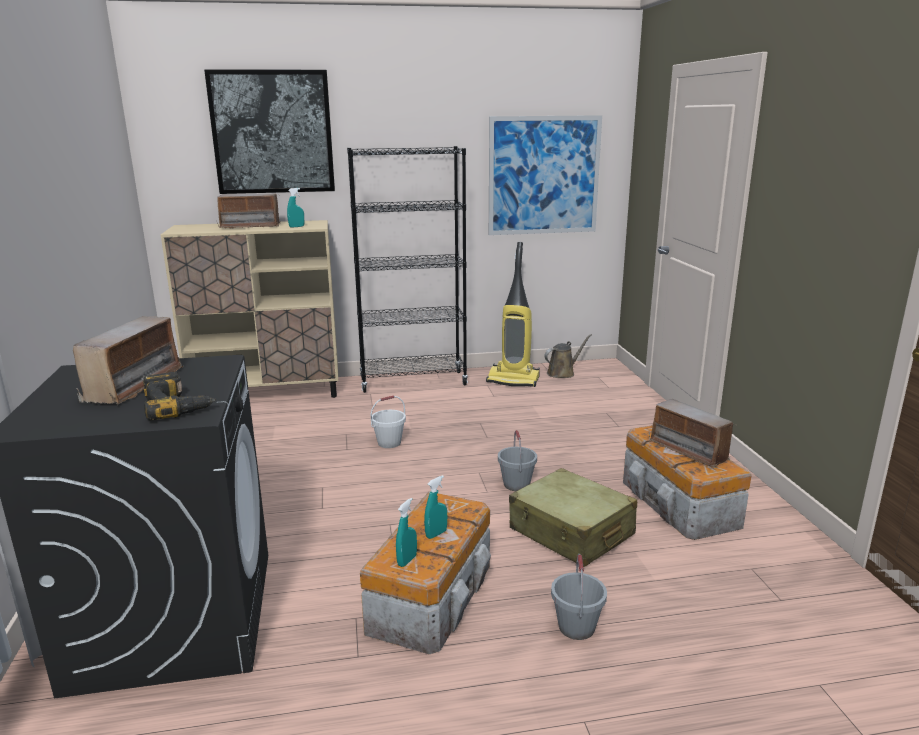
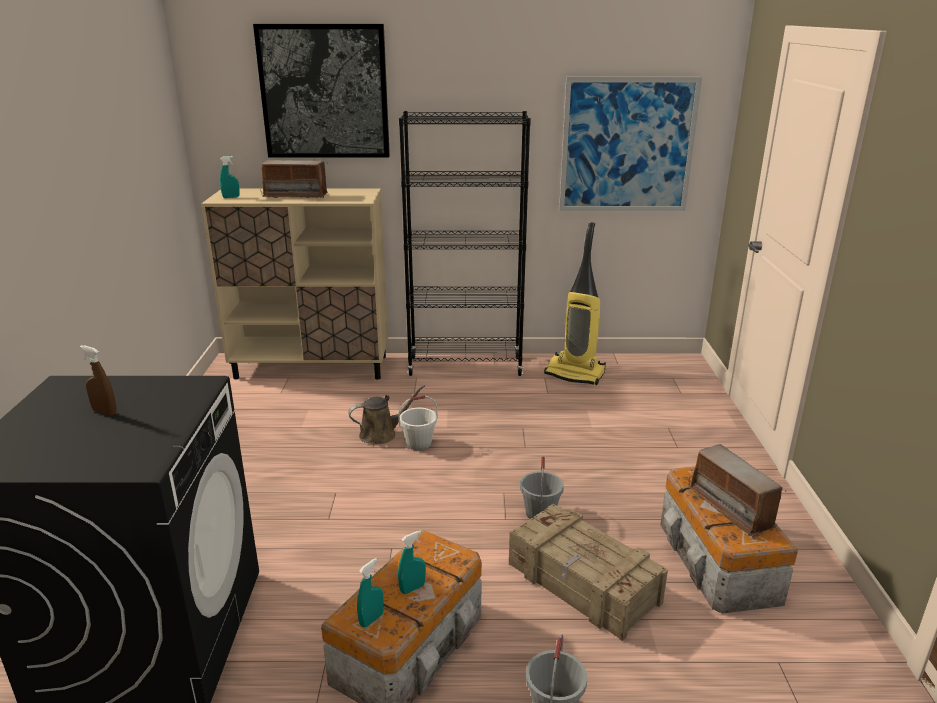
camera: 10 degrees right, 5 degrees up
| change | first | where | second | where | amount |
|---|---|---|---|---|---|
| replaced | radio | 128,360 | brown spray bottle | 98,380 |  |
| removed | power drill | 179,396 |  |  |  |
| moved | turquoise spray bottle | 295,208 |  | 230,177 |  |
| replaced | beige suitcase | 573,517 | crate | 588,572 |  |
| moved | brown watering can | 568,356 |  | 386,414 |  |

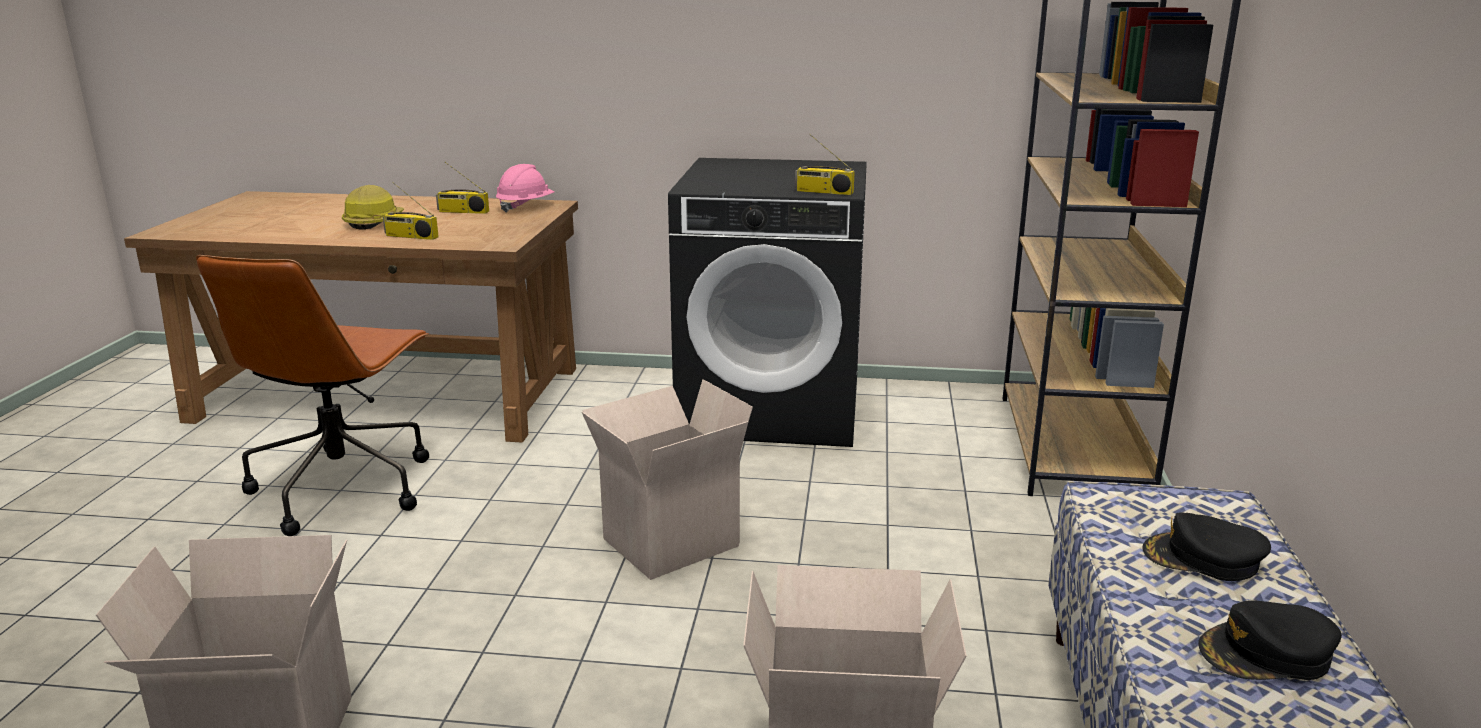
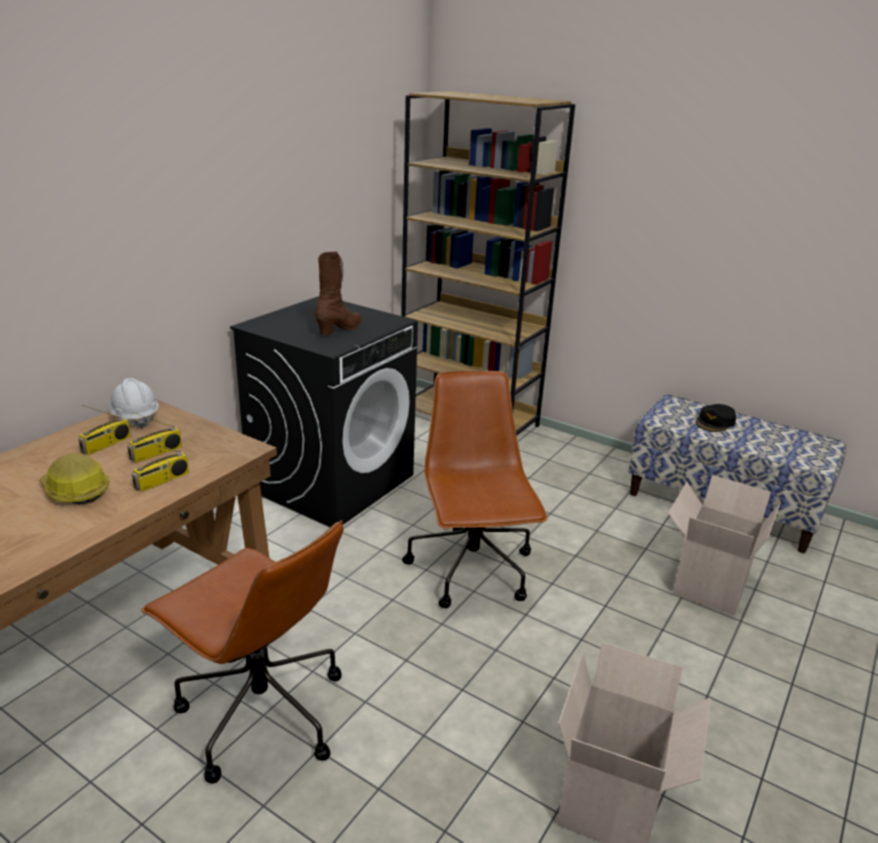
camera: 65 degrees left, 5 degrees up
| change | first | where | second | where | amount |
|---|---|---|---|---|---|
| recoloured | pink hard hat | 525,188 | white hard hat | 134,403 |  |
| replaced | cardboard box | 667,479 | brown office chair | 474,489 |  |
| moved | radio | 825,164 |  | 154,437 |  |
| removed | black cap | 1270,640 |  |  |  |
| added |  |  | brown boot | 338,293 |  |

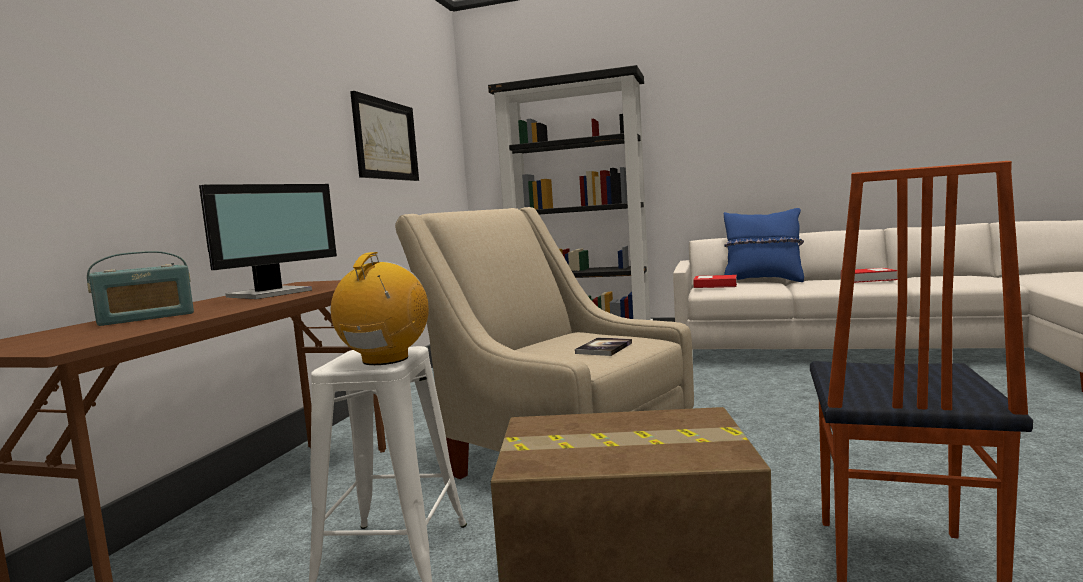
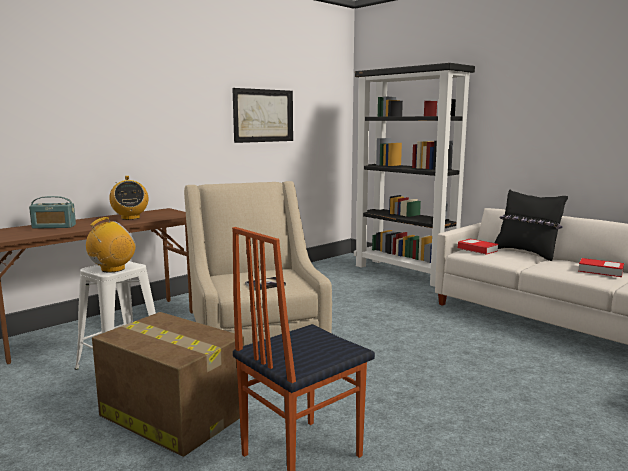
camera: 30 degrees right, 5 degrees up
| change | first | where | second | where | amount |
|---|---|---|---|---|---|
| replaced | monitor | 268,241 | radio | 128,198 |  |
| recoloured | blue pillow | 764,245 | black pillow | 531,225 |  |

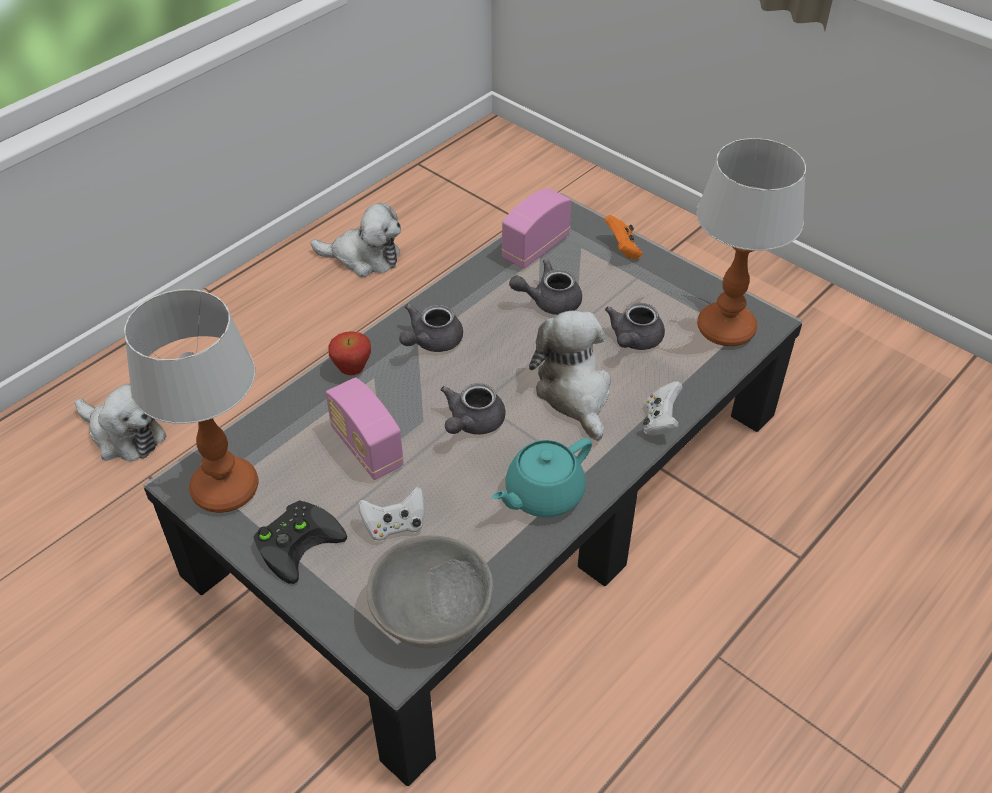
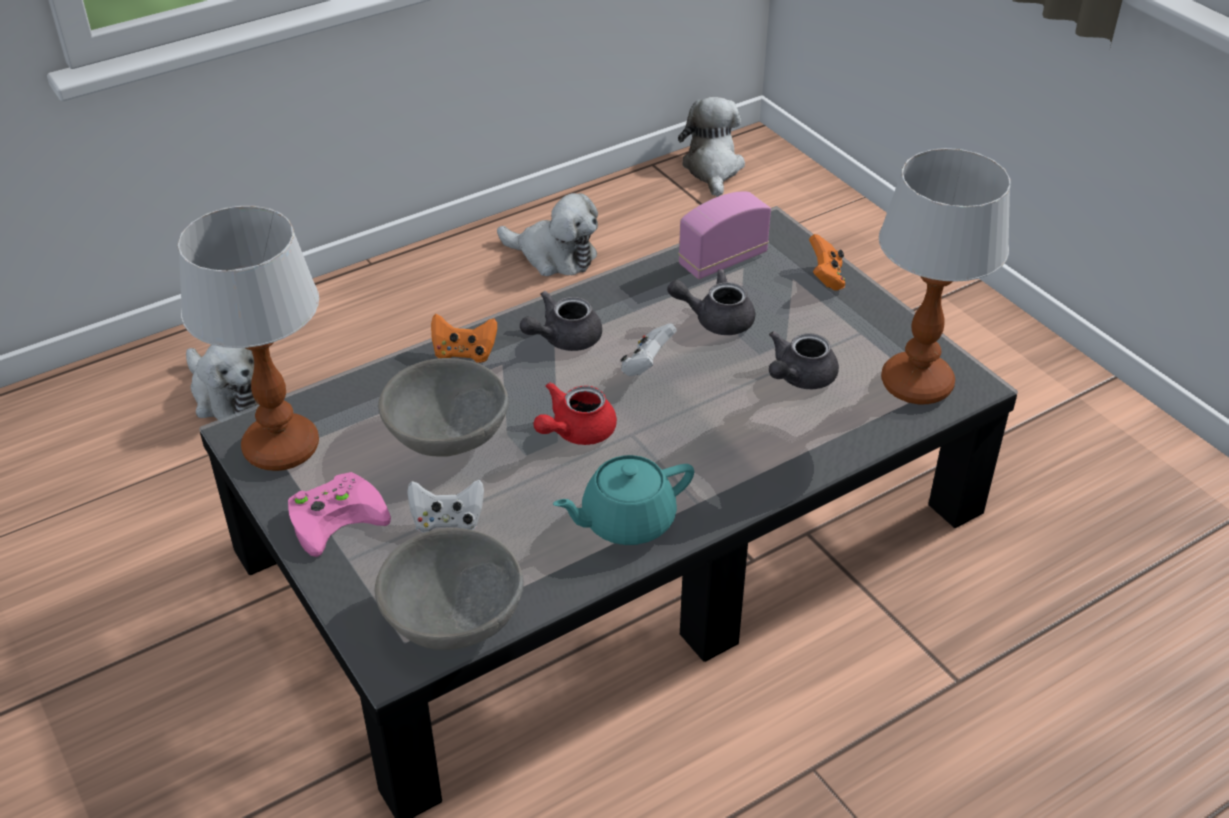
camera: 15 degrees right, 5 degrees down
| change | first | where | second | where | amount |
|---|---|---|---|---|---|
| recoloured | black game controller | 300,542 | pink game controller | 339,514 |  |
| replaced | radio | 365,429 | grey bowl | 443,407 |  |
| replaced | apple | 350,353 | orange game controller | 464,338 |  |
| recoloured | grey teapot | 472,409 | red teapot | 575,413 |  |
| moved | plush toy | 570,376 |  | 711,147 |  |
| moved | white game controller | 662,408 |  | 648,349 |  |

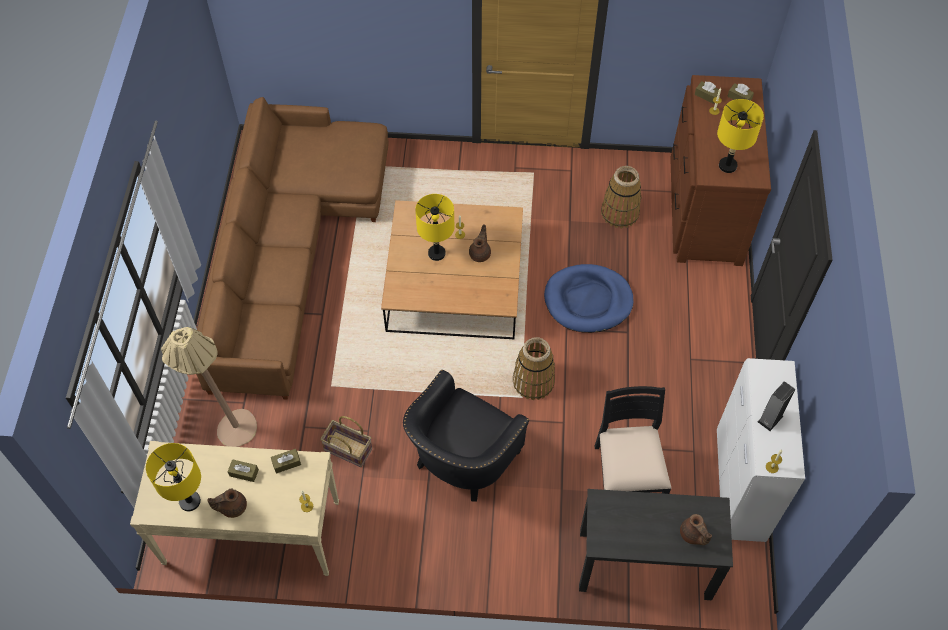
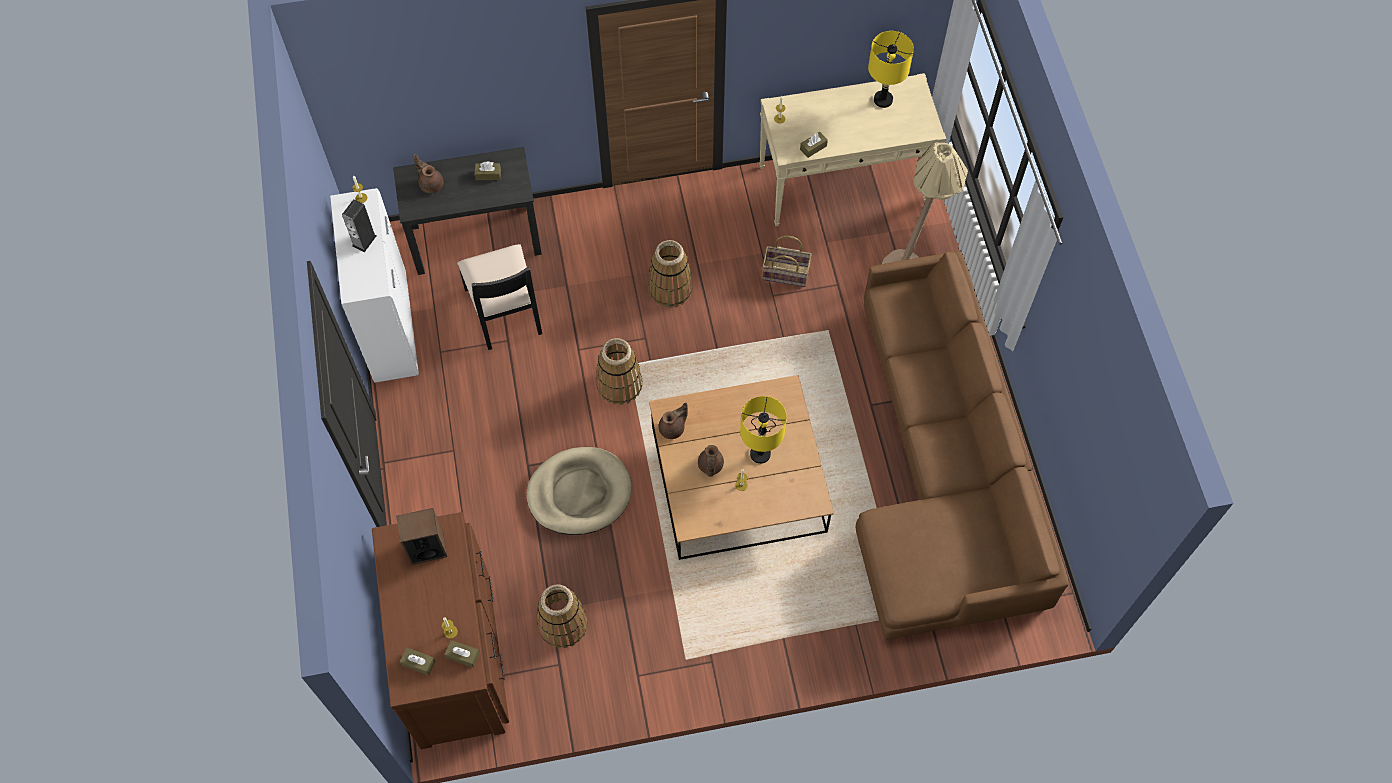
camera: 165 degrees right, 5 degrees up
| change | first | where | second | where | amount |
|---|---|---|---|---|---|
| moved | brown teapot | 227,503 |  | 673,421 |  |
| moved | brown tissue box | 243,470 |  | 488,170 |  |
| replaced | black armchair | 466,436 | basket | 670,274 |  |
| recoloured | blue dog bed | 589,298 | beige dog bed | 579,491 |  |
| replaced | yellow table lamp | 740,136 | speaker | 421,536 |  |

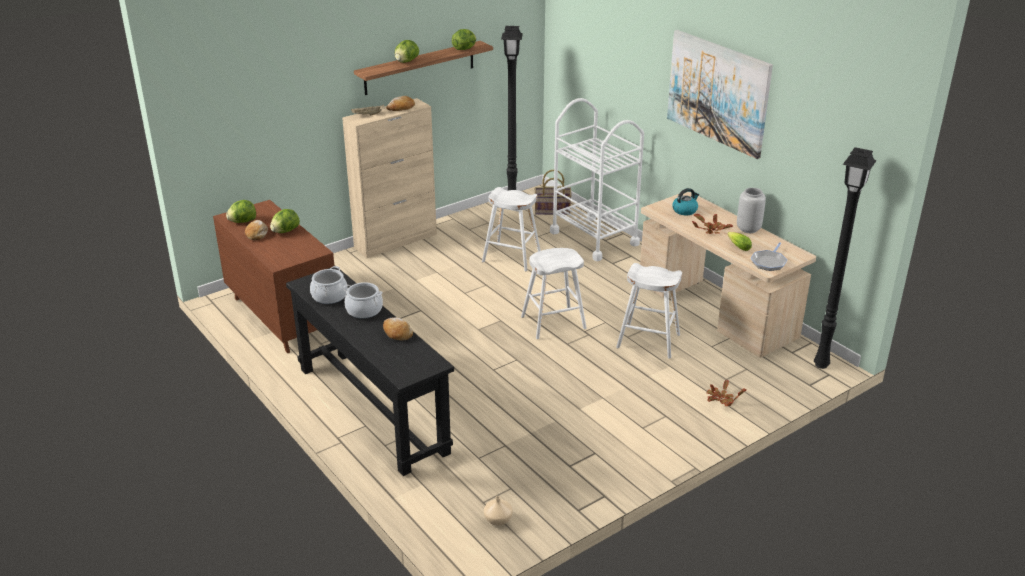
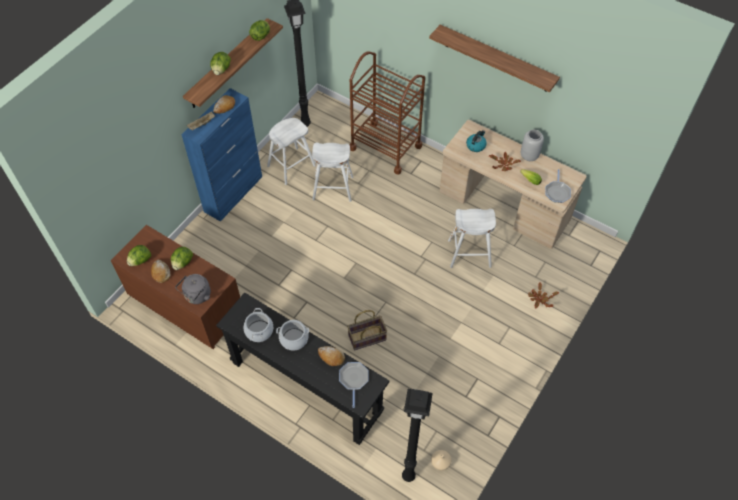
camera: 20 degrees left, 25 degrees up
| change | first | where | second | where | amount |
|---|---|---|---|---|---|
| recoloured | beige cabinet | 389,178 | blue cabinet | 221,155 |  |
| moved | white stool | 554,293 |  | 291,151 |  |
| moved | basket | 553,192 |  | 367,330 |  |
| recoloured | white cart | 597,179 | brown cart | 387,113 |  |
| replaced | picture | 720,94 | shelf | 494,58 |  |
| moved | black floor lamp | 845,258 |  | 417,435 |  |
| added |  |  | grey kettle | 193,289 |  |
| added |  |  | frying pan | 354,385 |  |

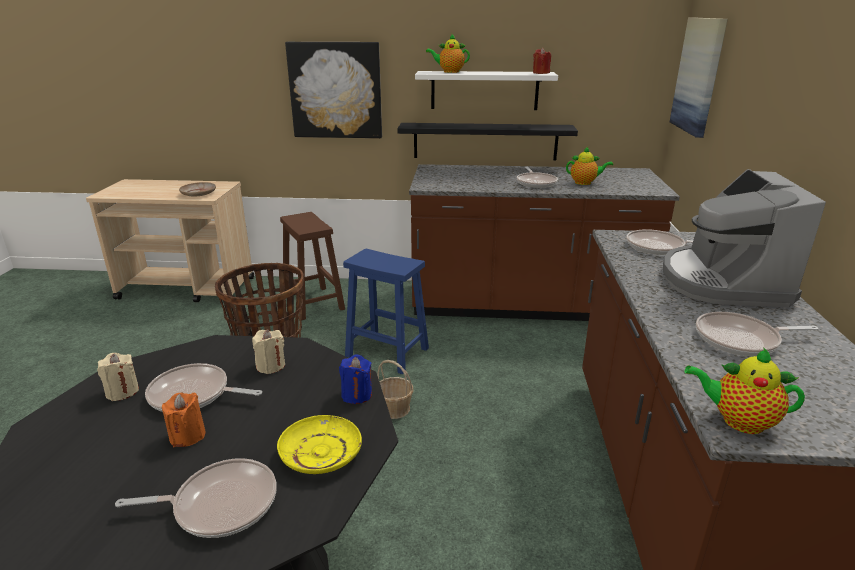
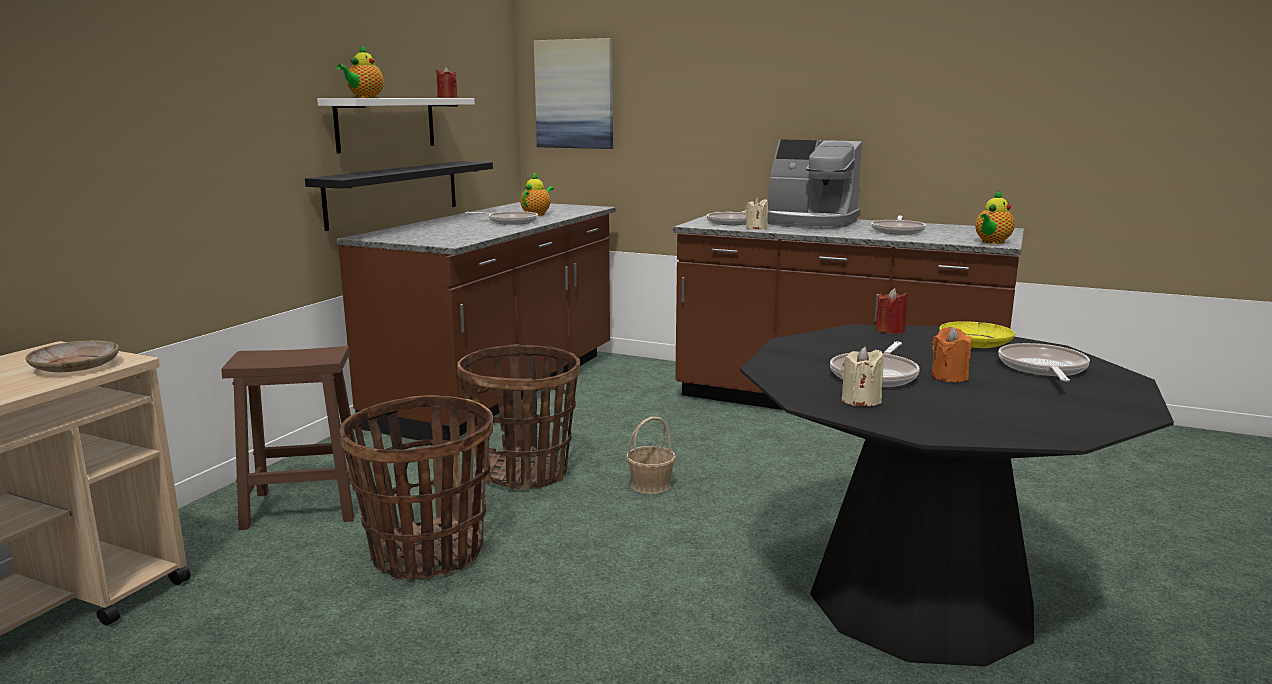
camera: 70 degrees left, 10 degrees down
| change | first | where | second | where | amount |
|---|---|---|---|---|---|
| moved | beige candle | 268,351 |  | 756,213 |  |
| removed | picture | 333,90 |  |  |  |
| recoloured | blue candle | 355,379 | red candle | 892,311 |  |
| replaced | blue stool | 386,311 | basket | 518,417 |  |

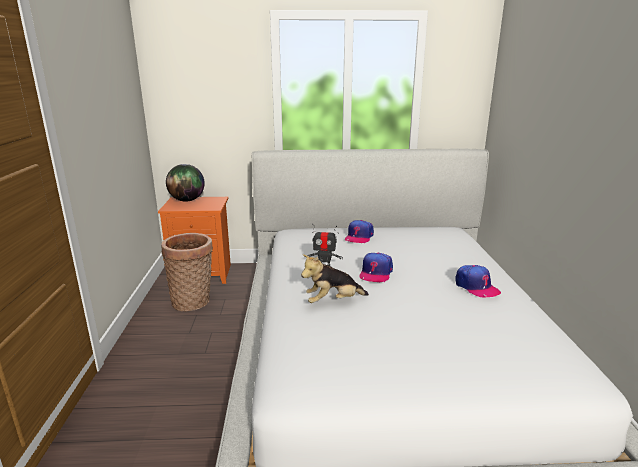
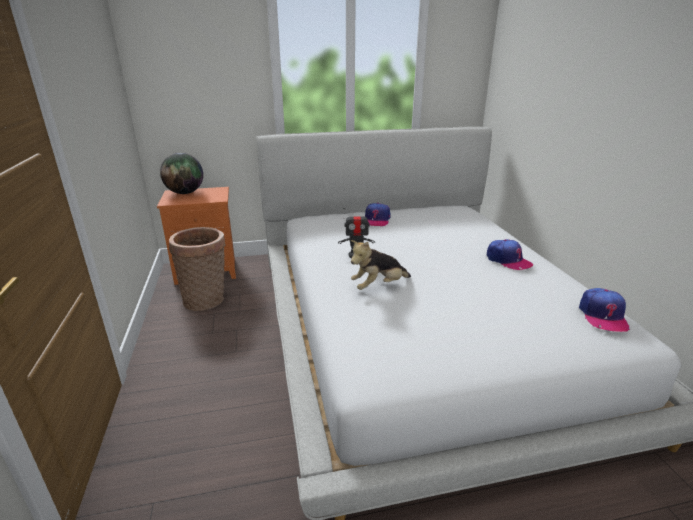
camera: 10 degrees left, 5 degrees up
| change | first | where | second | where | amount |
|---|---|---|---|---|---|
| moved | cap | 376,268 |  | 604,310 |  |

